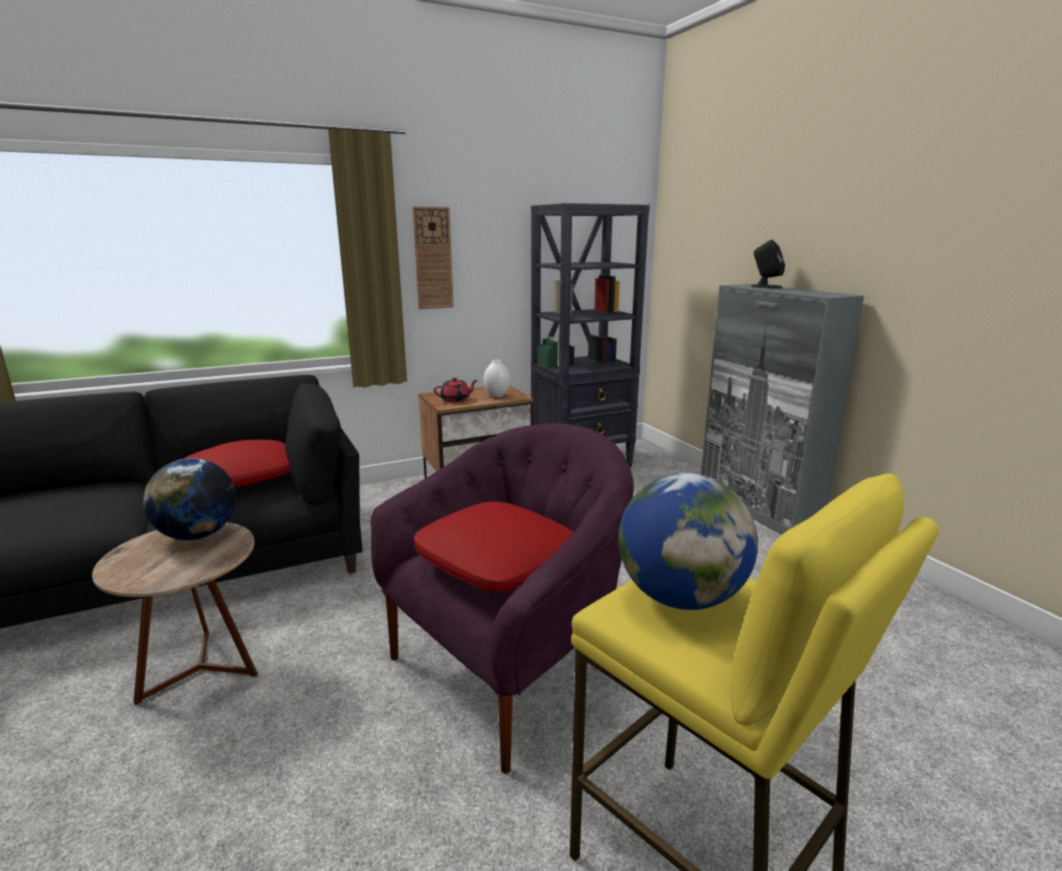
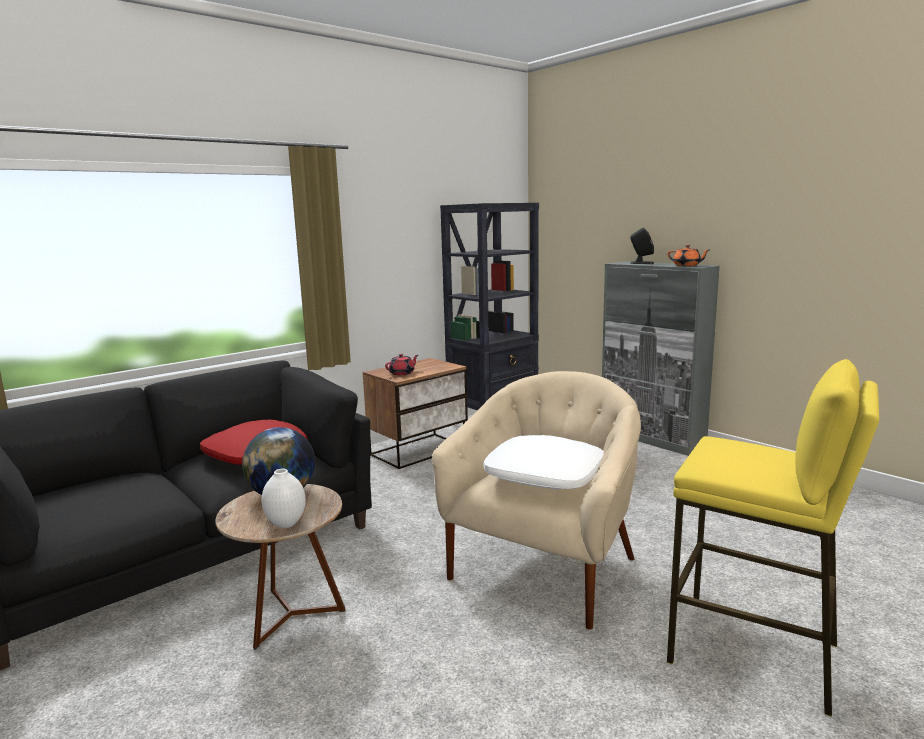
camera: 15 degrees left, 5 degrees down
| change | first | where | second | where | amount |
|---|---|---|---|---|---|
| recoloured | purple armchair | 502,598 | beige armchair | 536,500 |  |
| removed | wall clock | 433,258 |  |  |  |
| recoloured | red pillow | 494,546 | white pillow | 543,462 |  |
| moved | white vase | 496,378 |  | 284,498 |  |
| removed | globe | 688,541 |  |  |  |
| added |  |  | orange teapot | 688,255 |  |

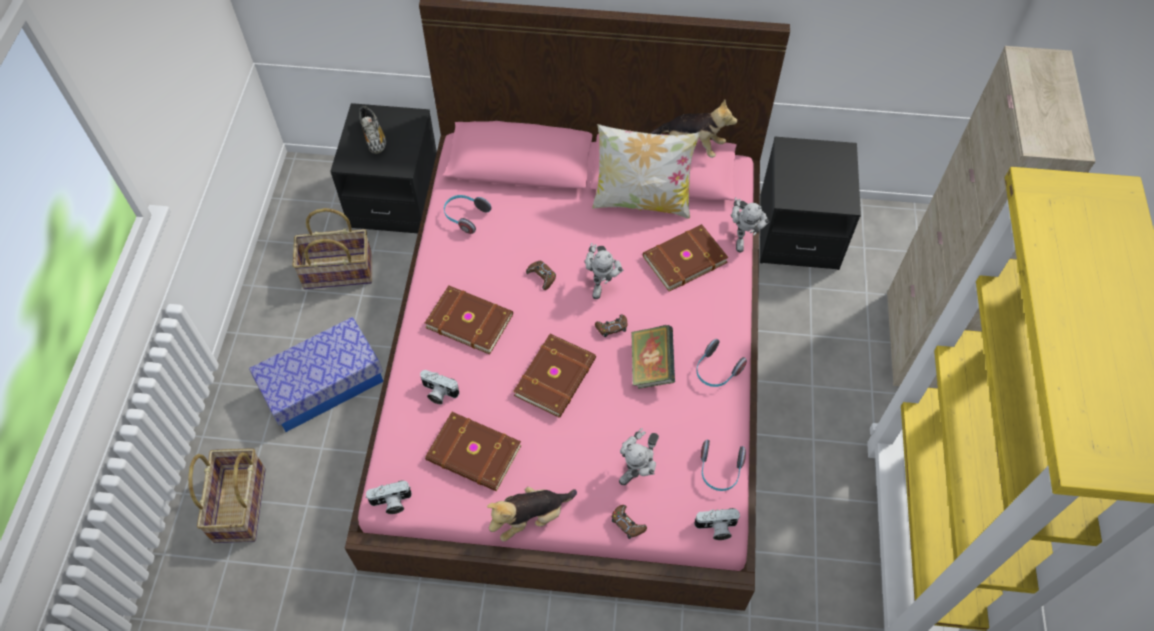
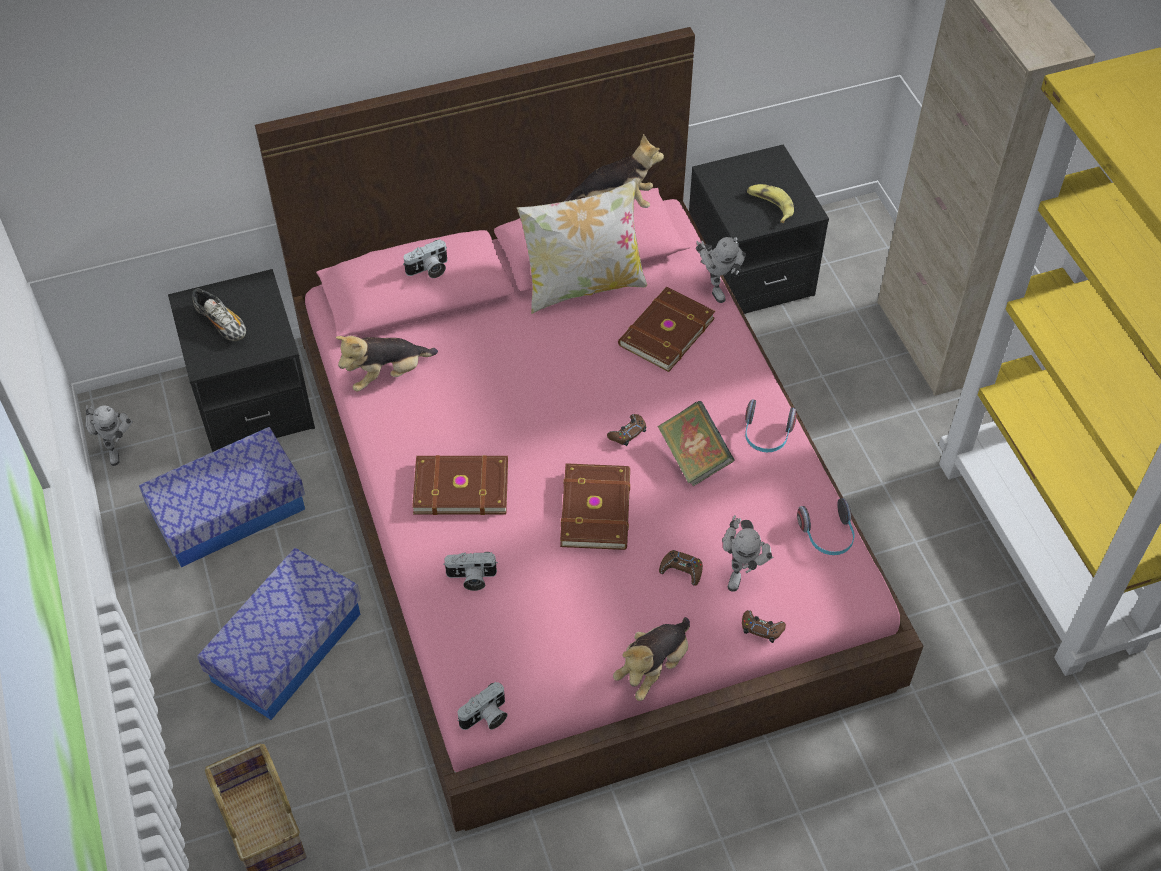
camera: 25 degrees left, 5 degrees down
| change | first | where | second | where | amount |
|---|---|---|---|---|---|
| replaced | basket | 332,248 | storage box | 222,497 |  |
| removed | brown book | 473,451 |  |  |  |
| replaced | headphones | 468,214 | plush toy | 387,364 |  |
| moved | brown game controller | 541,275 |  | 681,568 |  |
| moved | toy robot | 603,271 |  | 109,435 |  |
| moved | photo camera | 717,524 |  | 425,258 |  |
| added |  |  | banana | 770,203 |  |

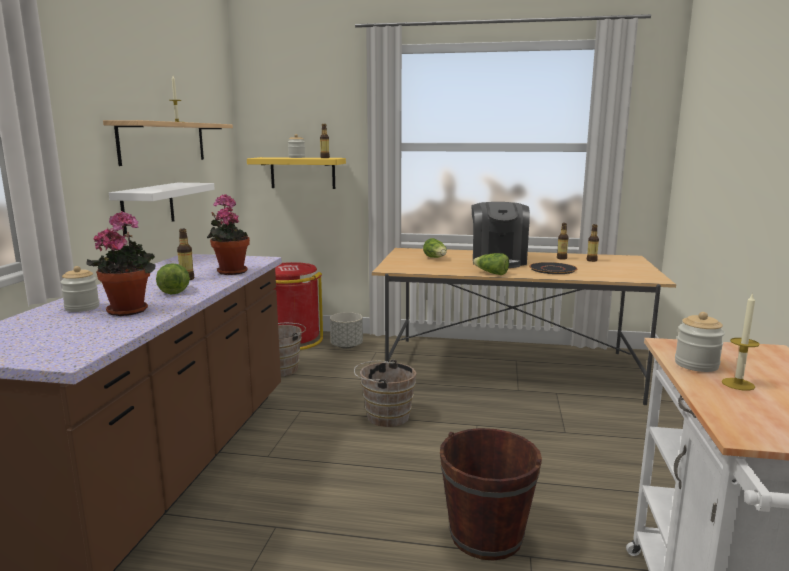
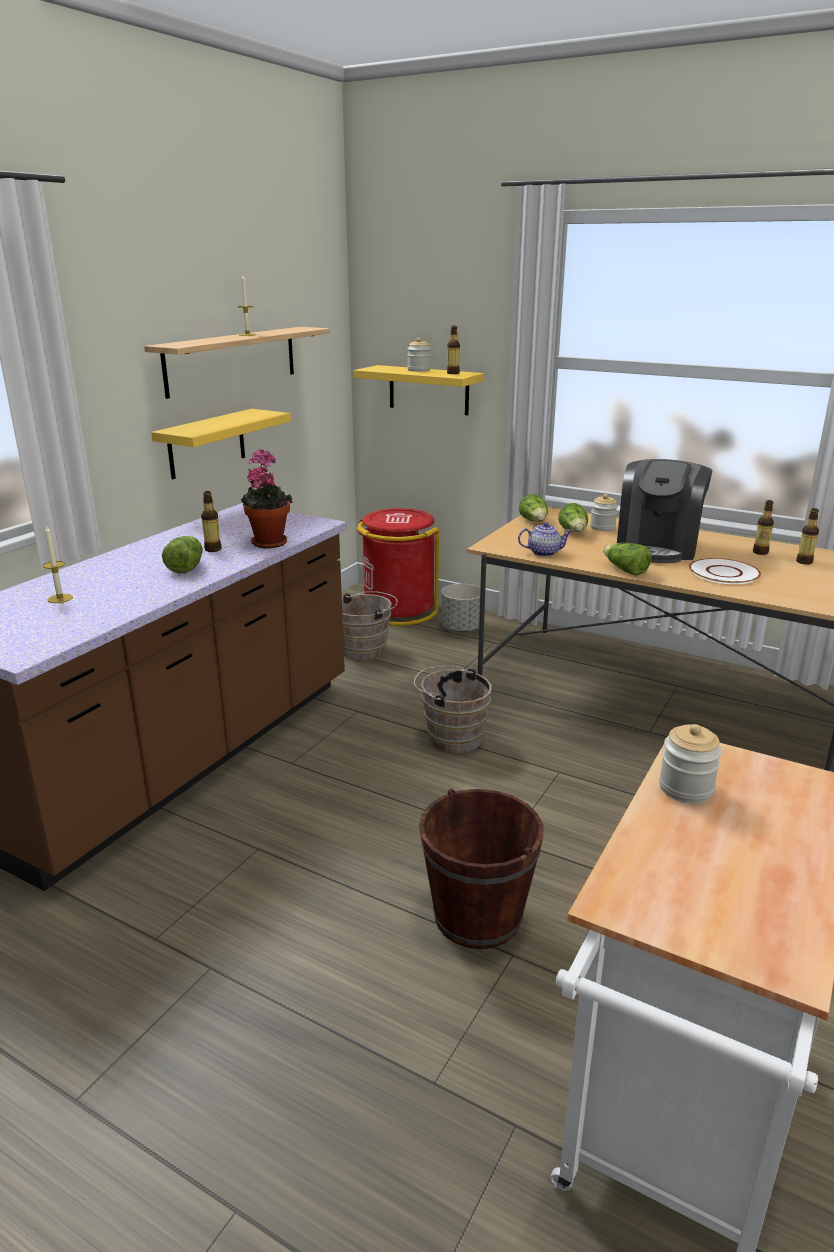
camera: 20 degrees right, 10 degrees up
| change | first | where | second | where | amount |
|---|---|---|---|---|---|
| moved | jar | 79,289 |  | 604,512 |  |
| removed | potted plant | 121,263 |  |  |  |
| recoloured | white shelf | 162,208 | yellow shelf | 221,444 |  |
| recoloured | black plate | 553,268 | white plate | 725,571 |  |
| moved | candle | 741,341 |  | 58,564 |  |
| added |  |  | teapot | 545,539 |  |
| added |  |  | lettuce | 533,508 |  |

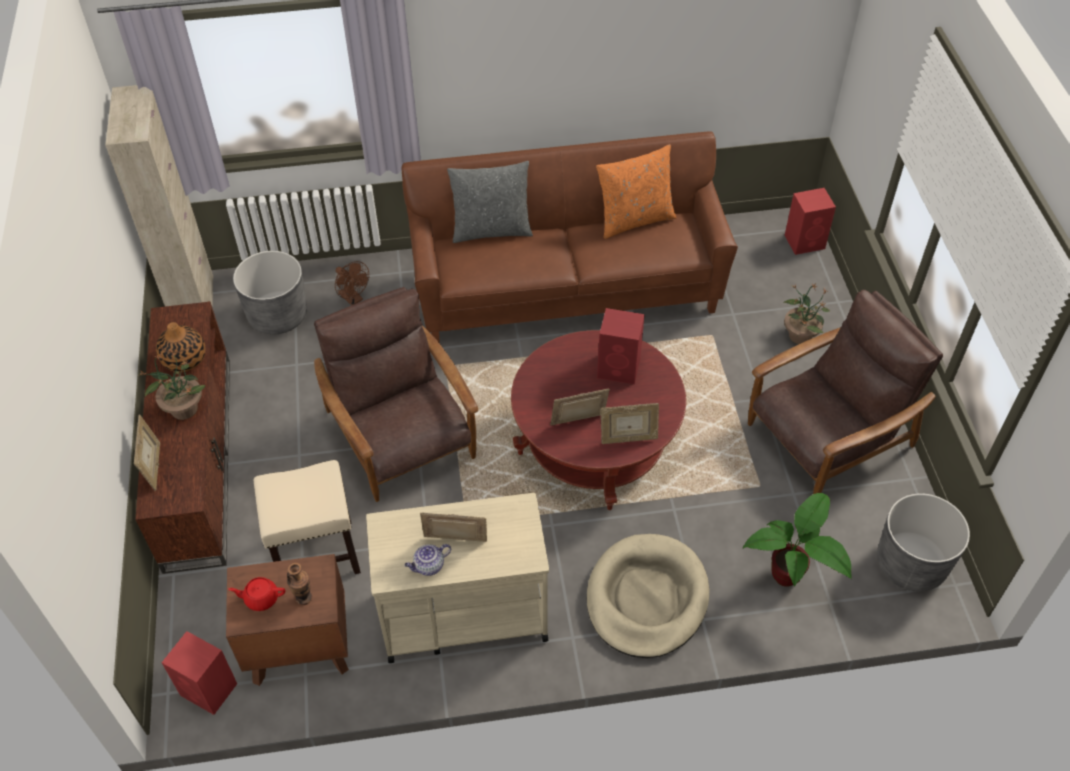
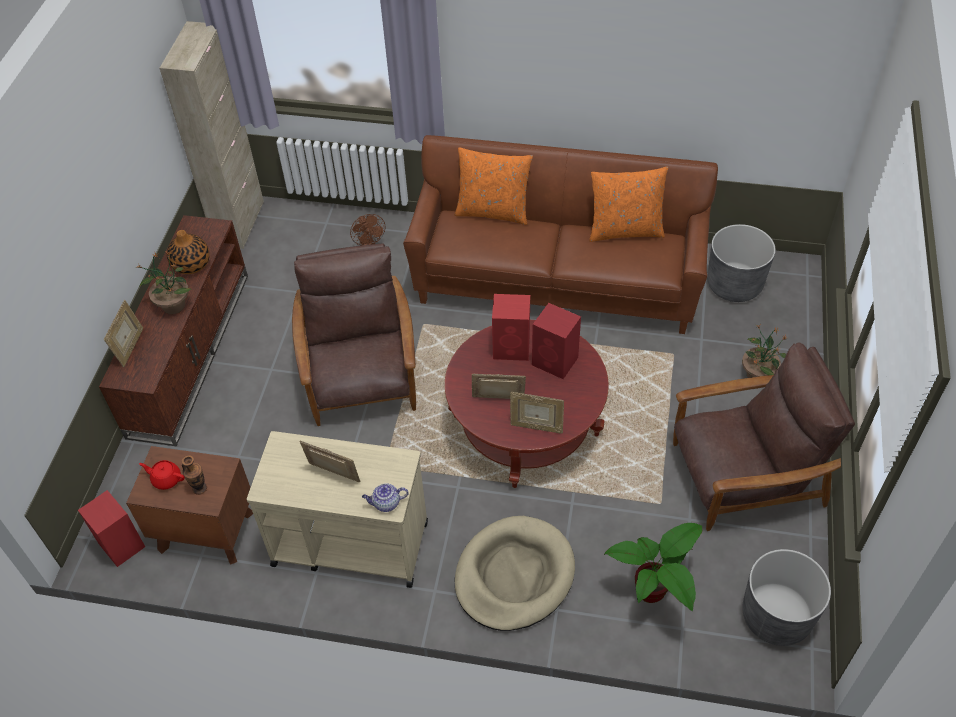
camera: 20 degrees right, 0 degrees up
| change | first | where | second | where | amount |
|---|---|---|---|---|---|
| moved | grey planter | 270,292 |  | 741,263 |  |
| removed | beige stool | 307,517 |  |  |  |
| moved | teapot | 427,560 |  | 385,497 |  |
| recoloured | grey pillow | 490,202 | orange pillow | 494,186 |  |
| moved | red speaker | 810,221 |  | 511,327 |  |

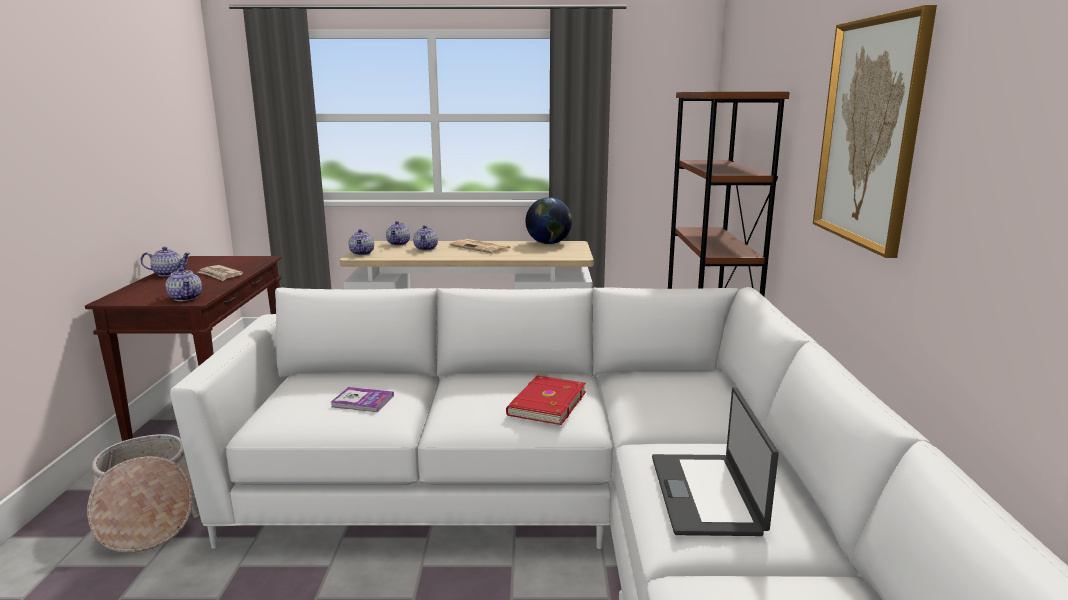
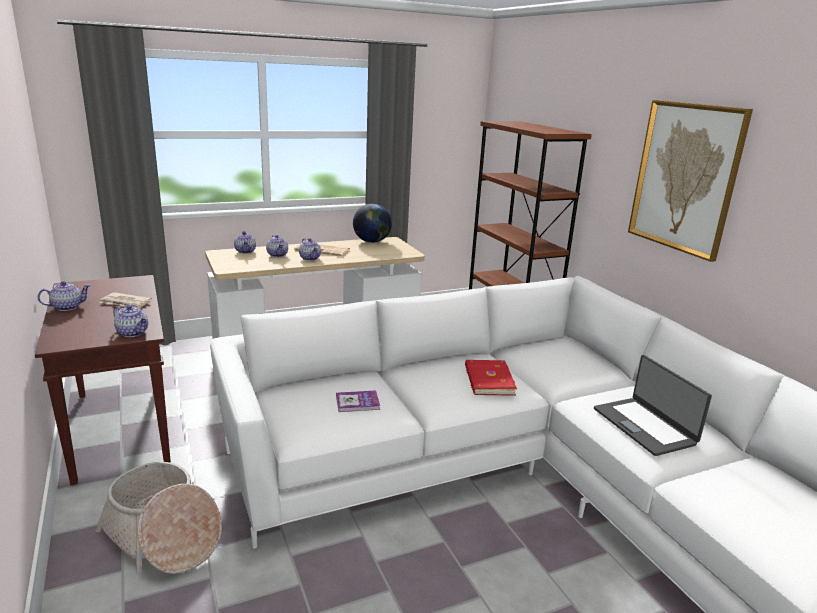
camera: 25 degrees left, 5 degrees up
| change | first | where | second | where | amount |
|---|---|---|---|---|---|
| moved | teapot | 361,242 |  | 310,249 |  |

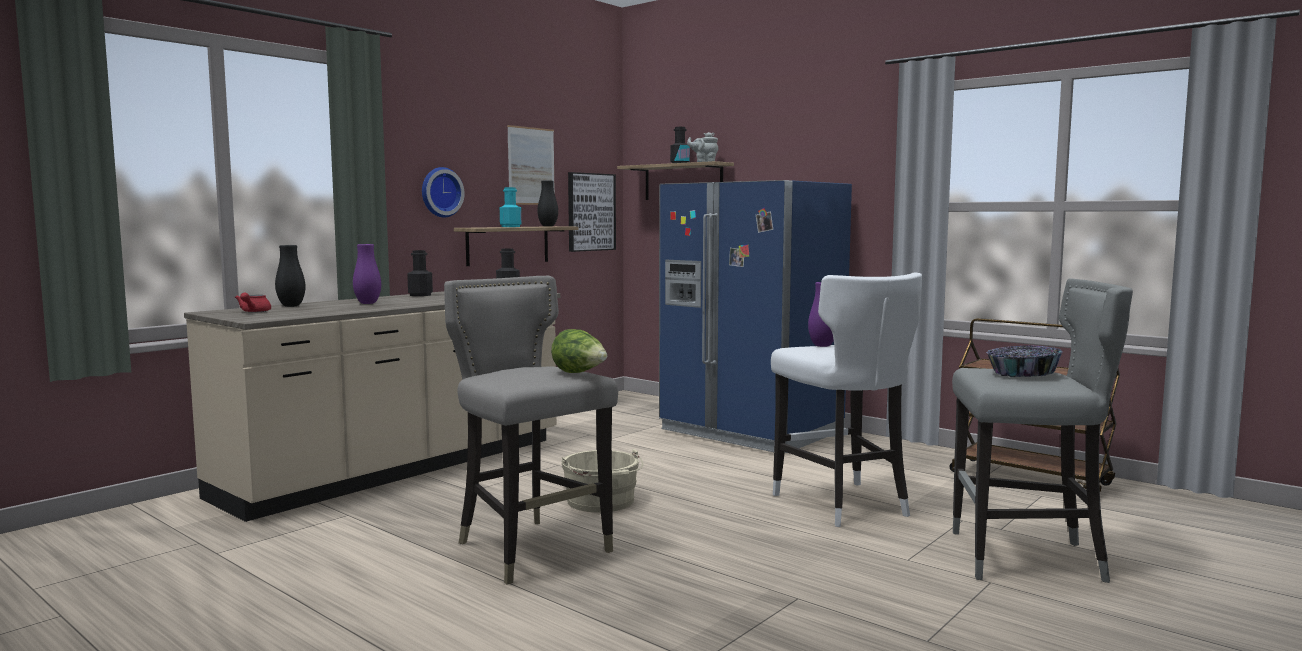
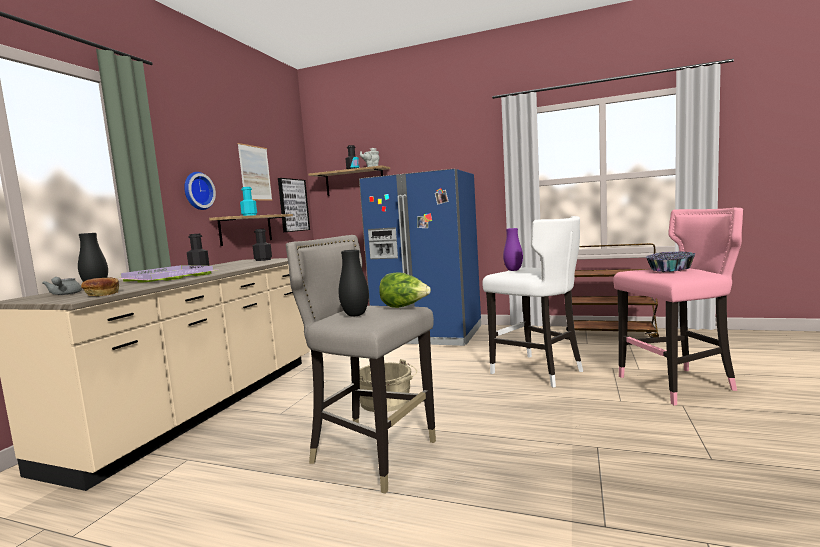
camera: 20 degrees left, 0 degrees up
| change | first | where | second | where | amount |
|---|---|---|---|---|---|
| recoloured | red teapot | 253,302 | grey teapot | 62,286 |  |
| replaced | purple vase | 367,274 | purple tray | 166,273 |  |
| moved | black vase | 547,204 |  | 353,283 |  |
| recoloured | grey stool | 1042,431 | pink stool | 678,306 |  |
| added |  |  | bread | 100,286 |  |

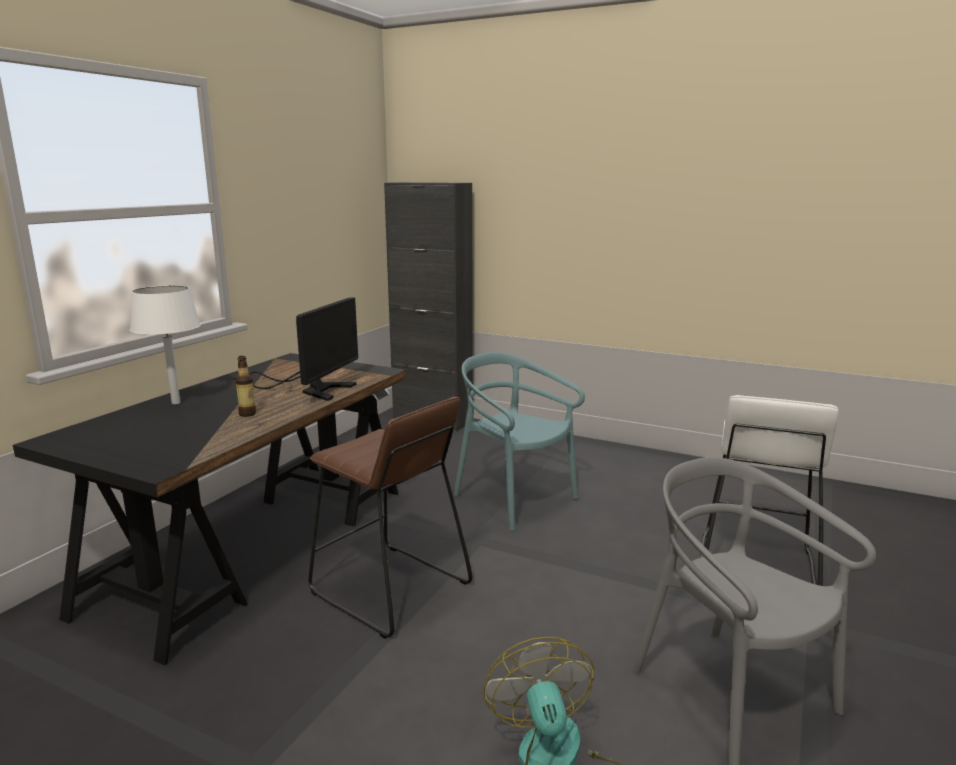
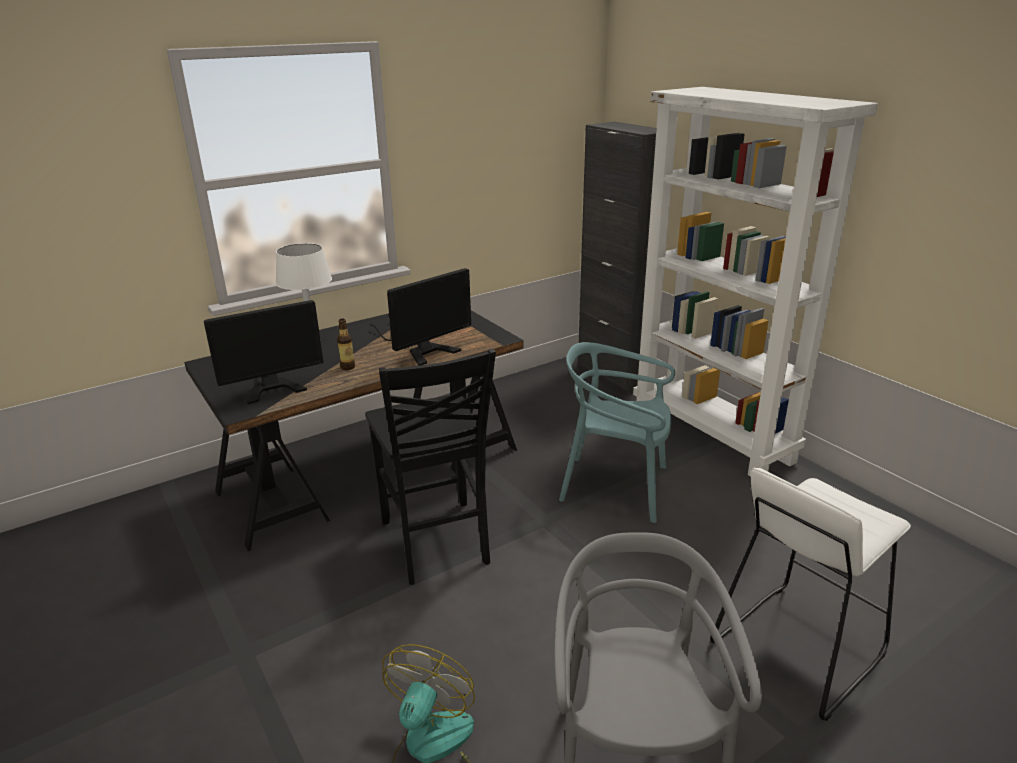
camera: 30 degrees right, 10 degrees up
| change | first | where | second | where | amount |
|---|---|---|---|---|---|
| replaced | brown stool | 390,518 | black chair | 430,467 |  |
| turned | turquoise chair | 519,441 |  | 617,432 | 60 degrees counterclockwise |
| added |  |  | monitor | 263,352 |  |
| added |  |  | white bookcase | 755,282 |  |

